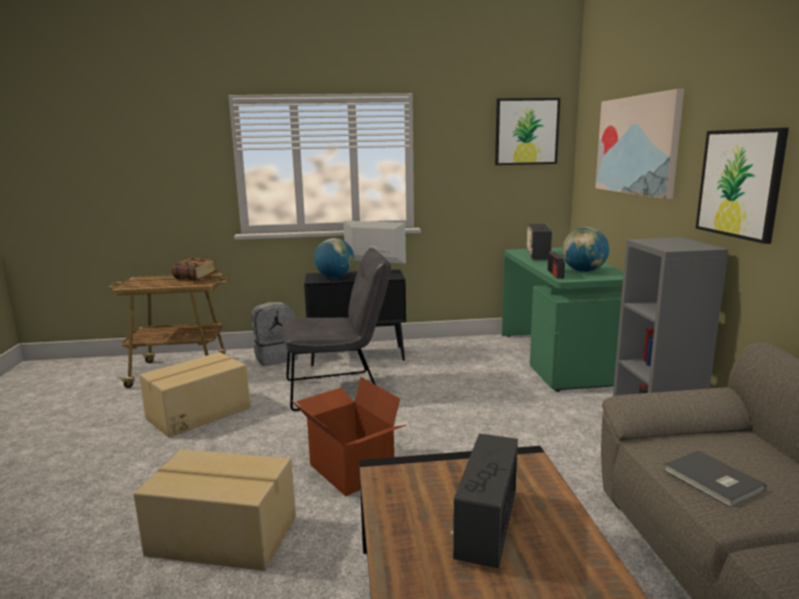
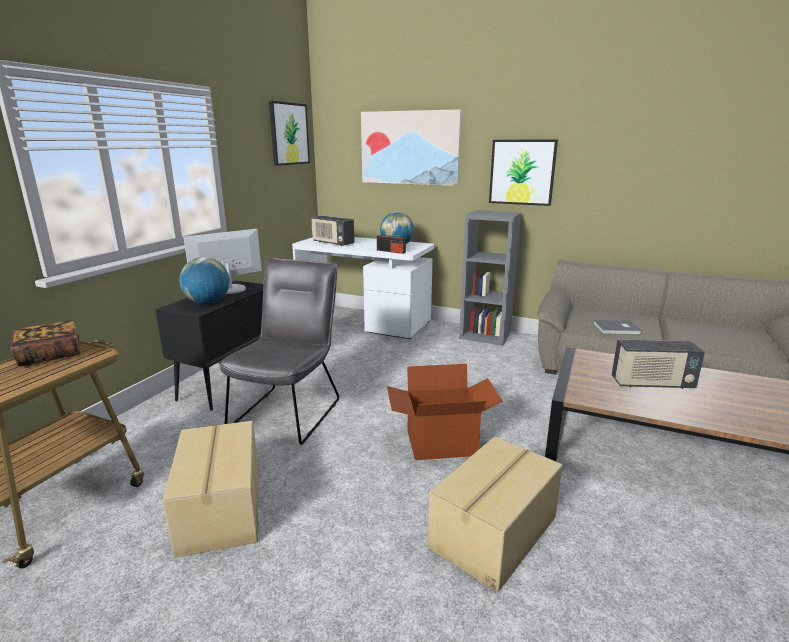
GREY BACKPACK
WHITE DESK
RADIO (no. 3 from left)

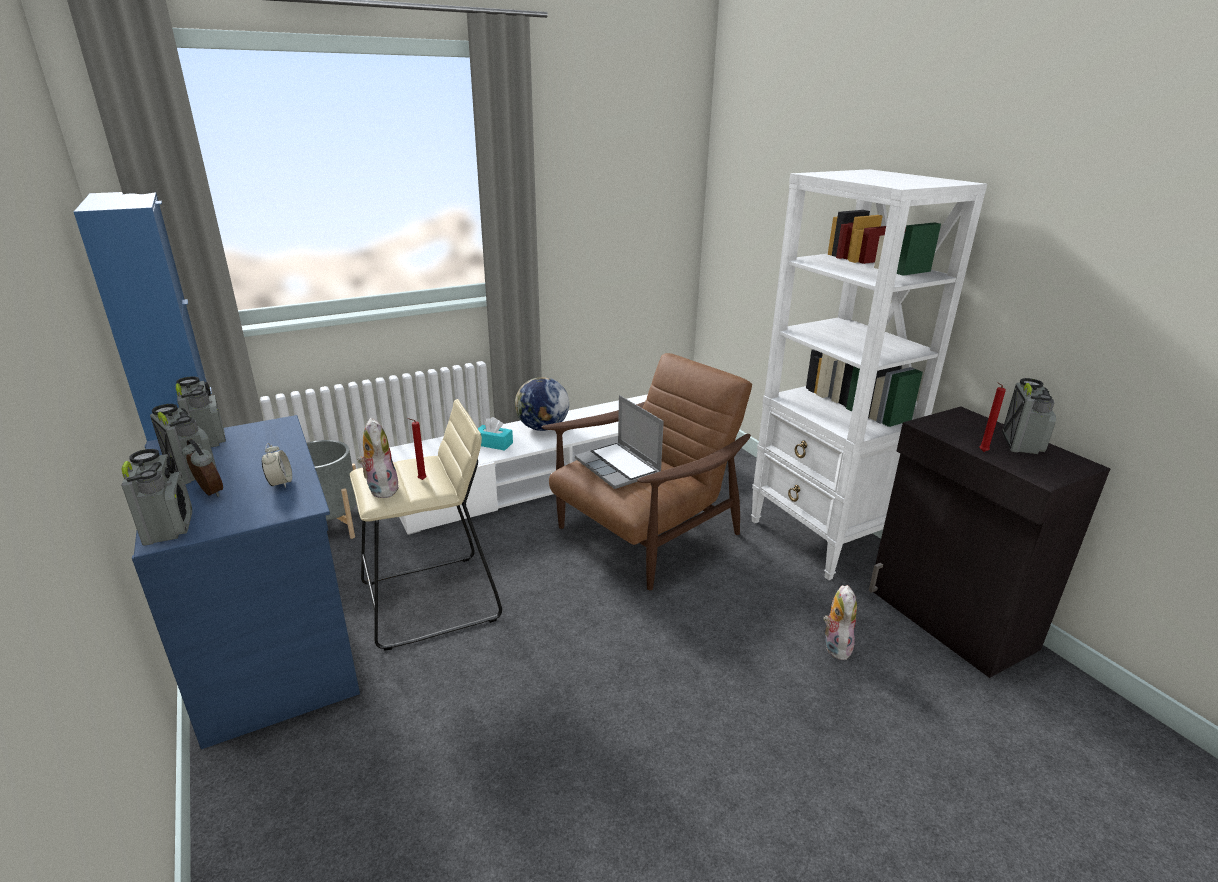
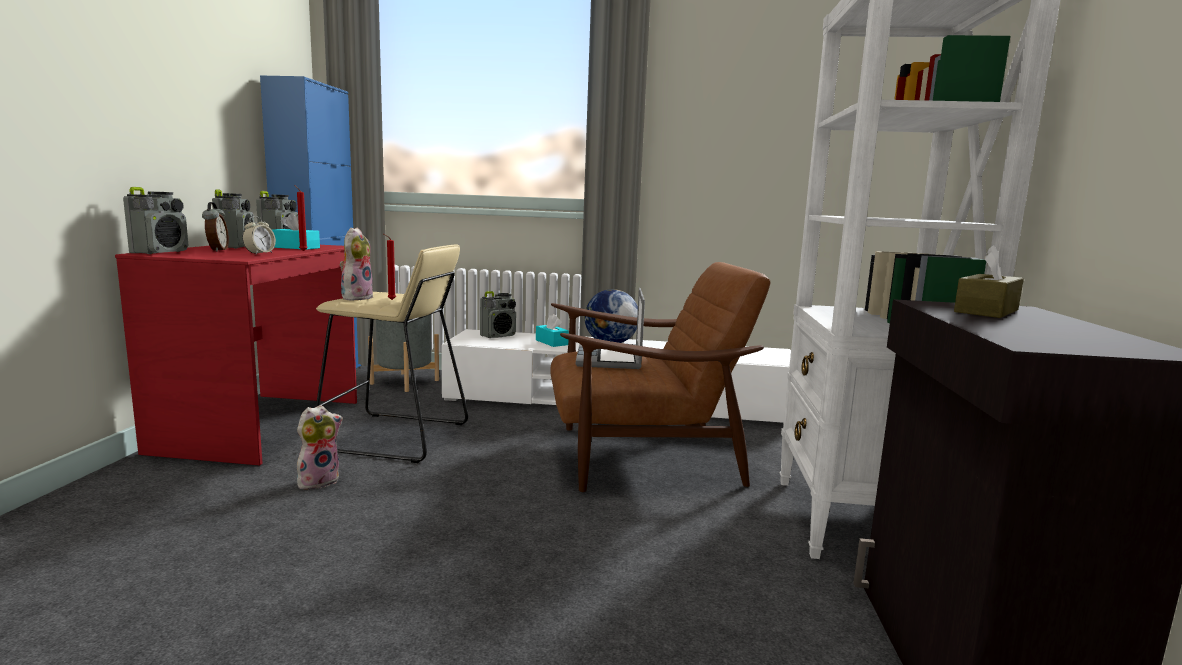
TURQUOISE TISSUE BOX (no. 1 from left)
BROWN TISSUE BOX
PLUSH TOY (no. 1 from left)
RED CANDLE (no. 1 from left)
RADIO (no. 4 from left)
RED DESK

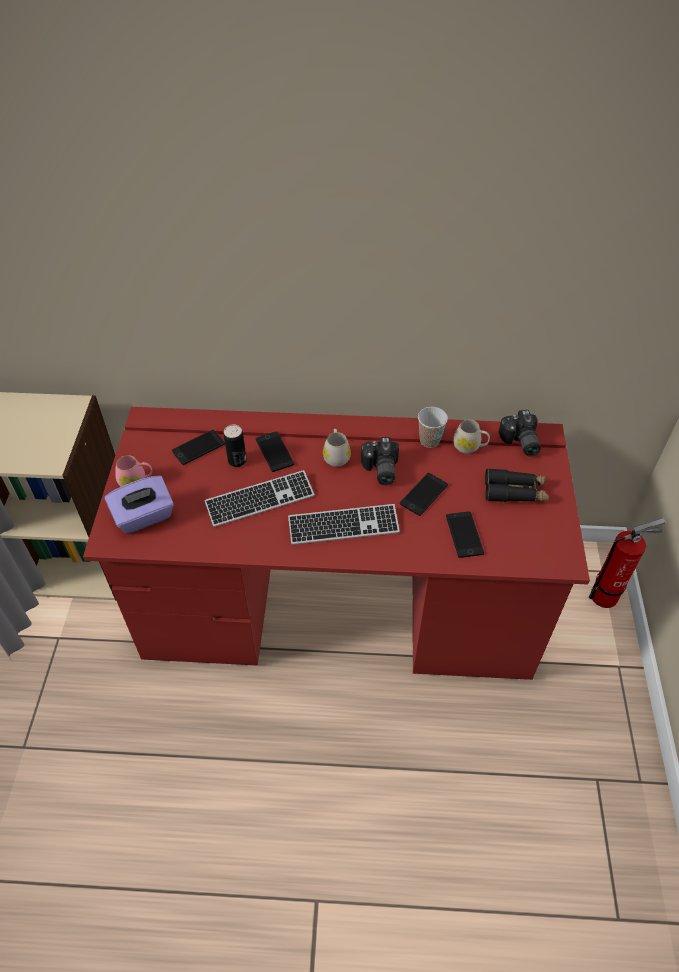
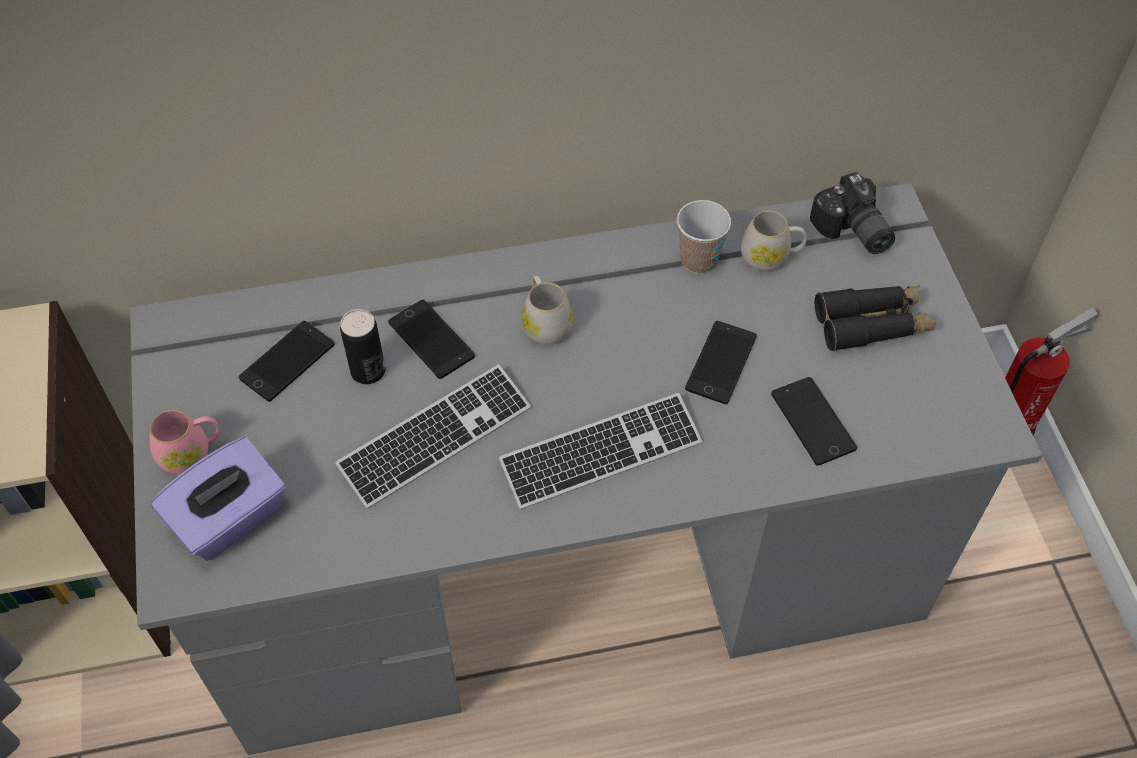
PHOTO CAMERA (no. 1 from left in the first image)
GREY DESK

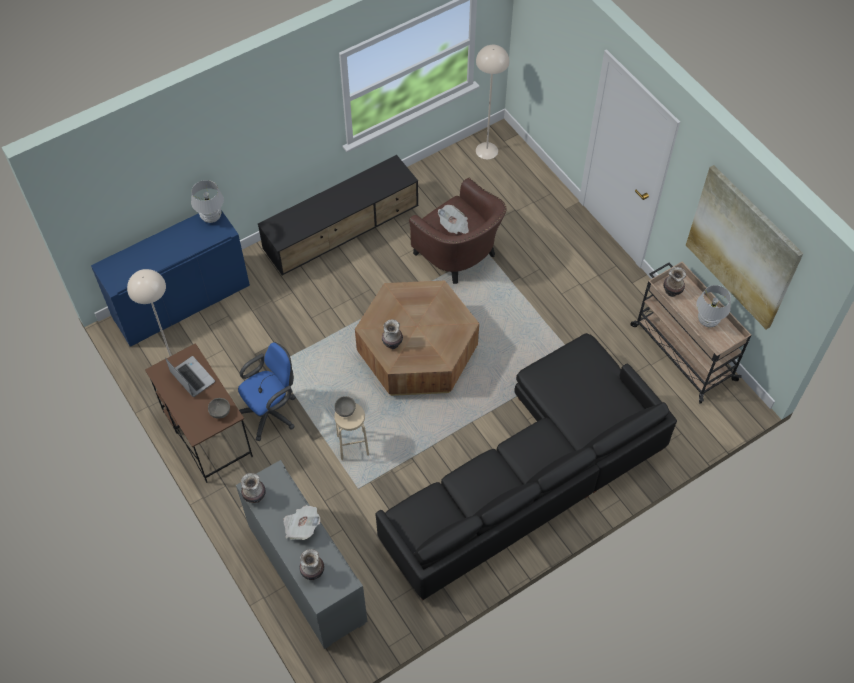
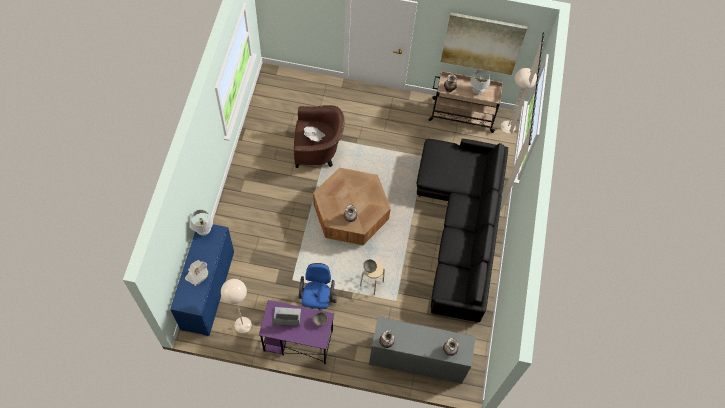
BLACK TV STAND
NEWSPAPER (no. 1 from left)
BEIGE FLOOR LAMP (no. 2 from left)
PURPLE DESK

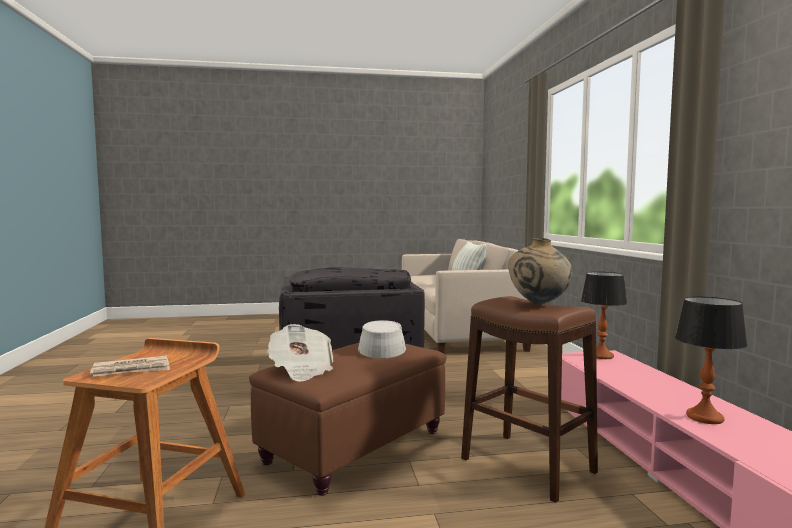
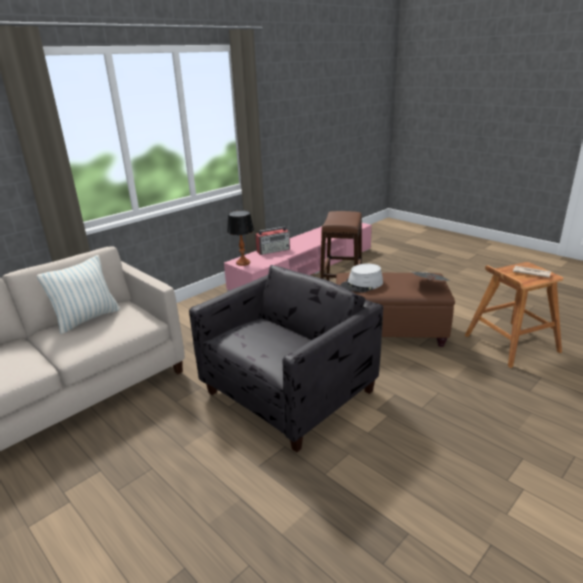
BEIGE VASE
TABLE LAMP (no. 2 from left in the first image)
RADIO

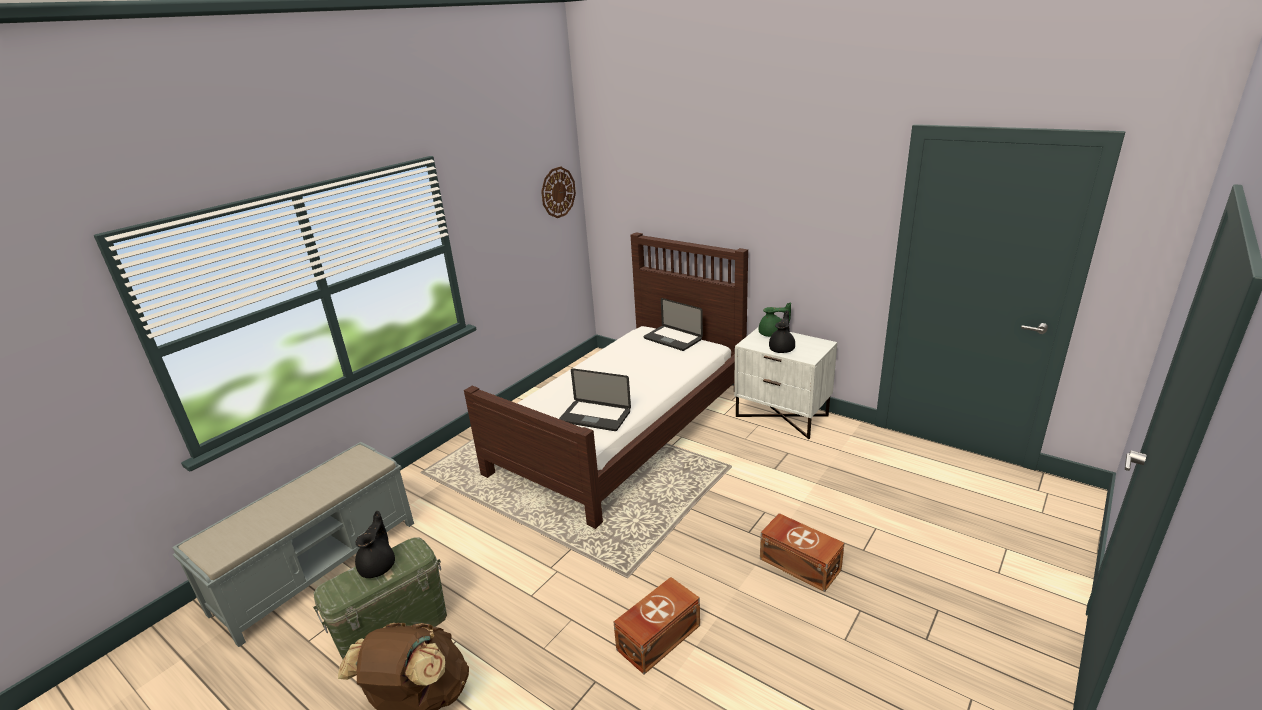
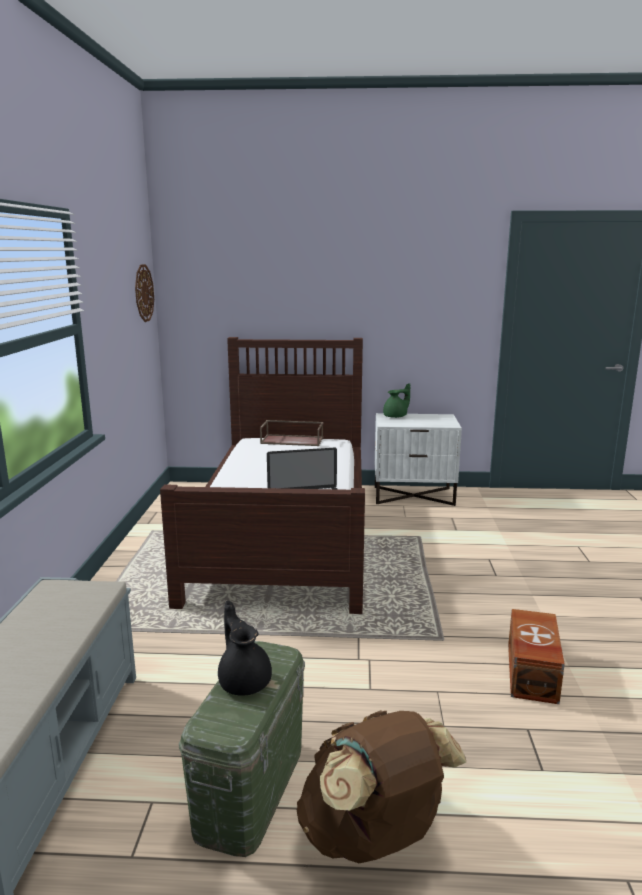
BROWN STORAGE BOX (no. 2 from left in the first image)
BLACK TEAPOT (no. 2 from left in the first image)
BROWN TRAY

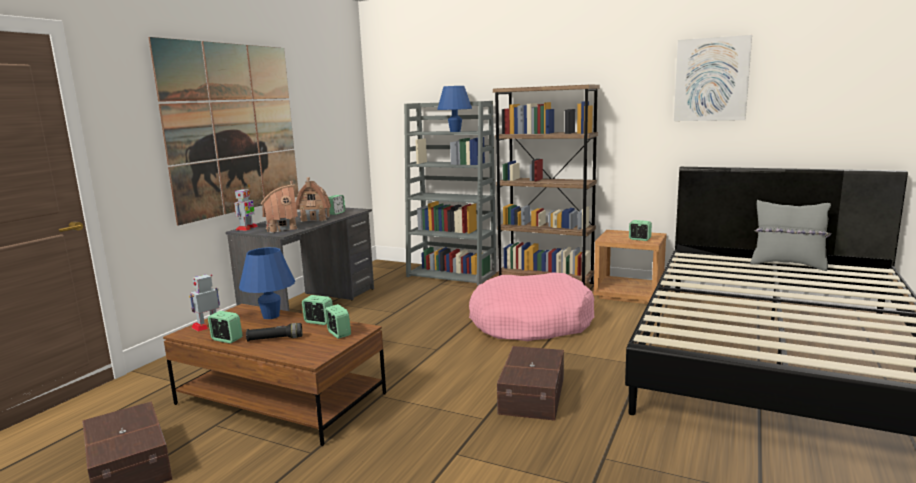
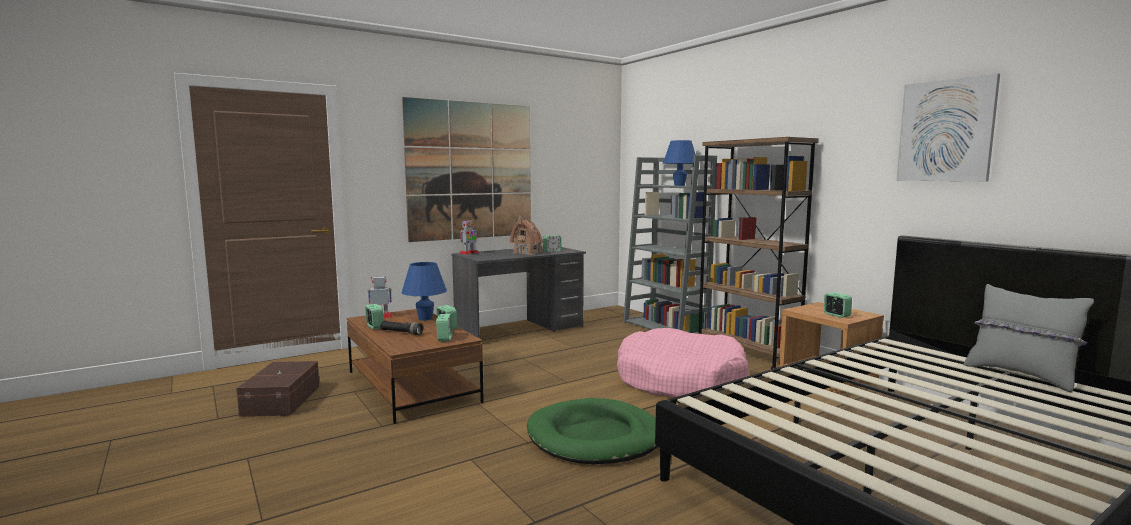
TOY HOUSE (no. 1 from left in the first image)
GREEN DOG BED

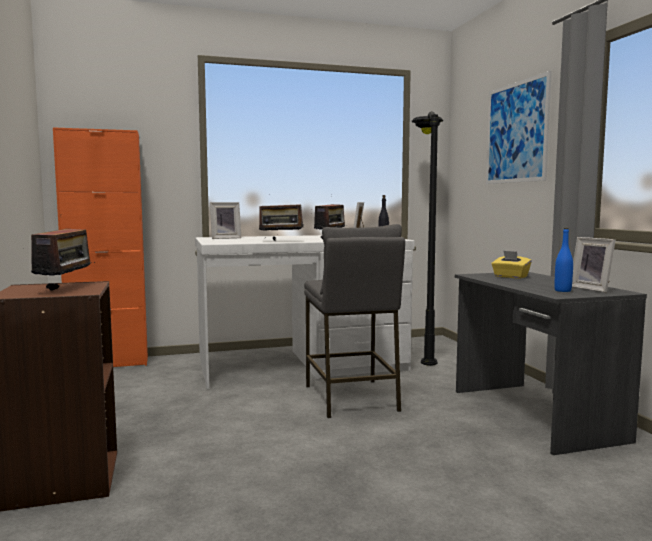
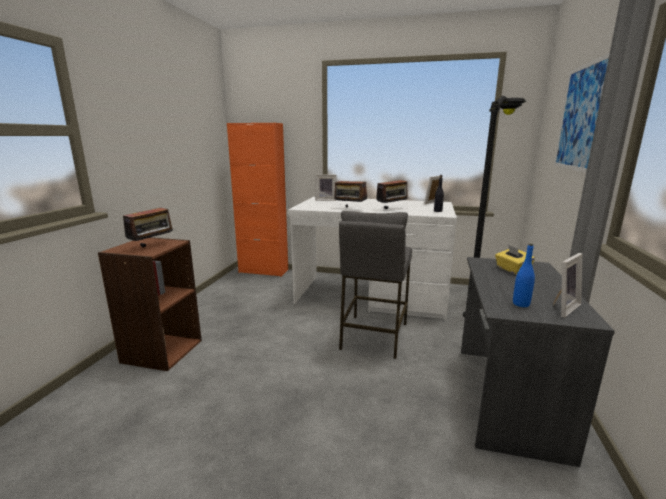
PICTURE FRAME (no. 3 from left)

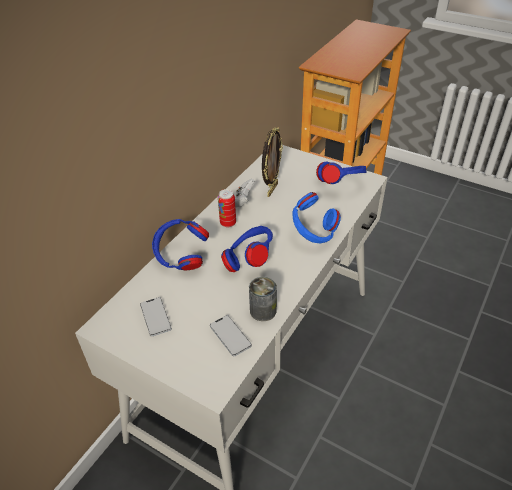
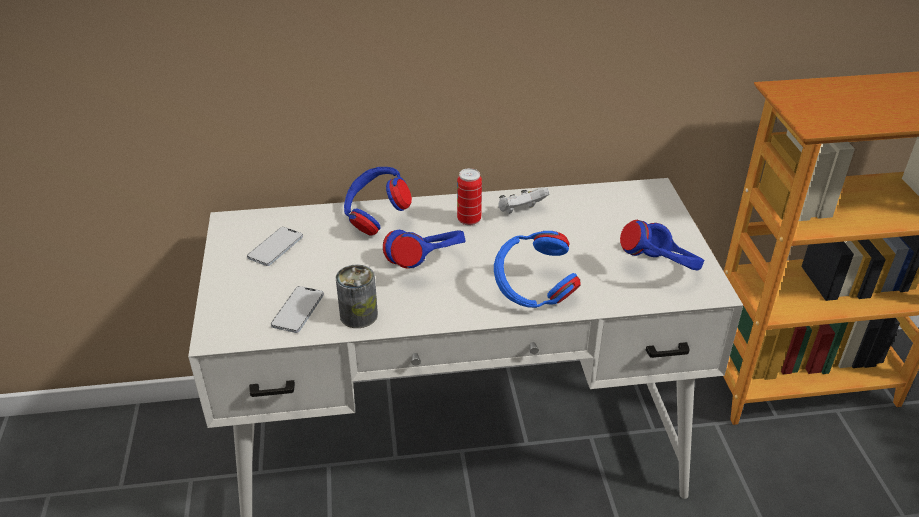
PICTURE FRAME

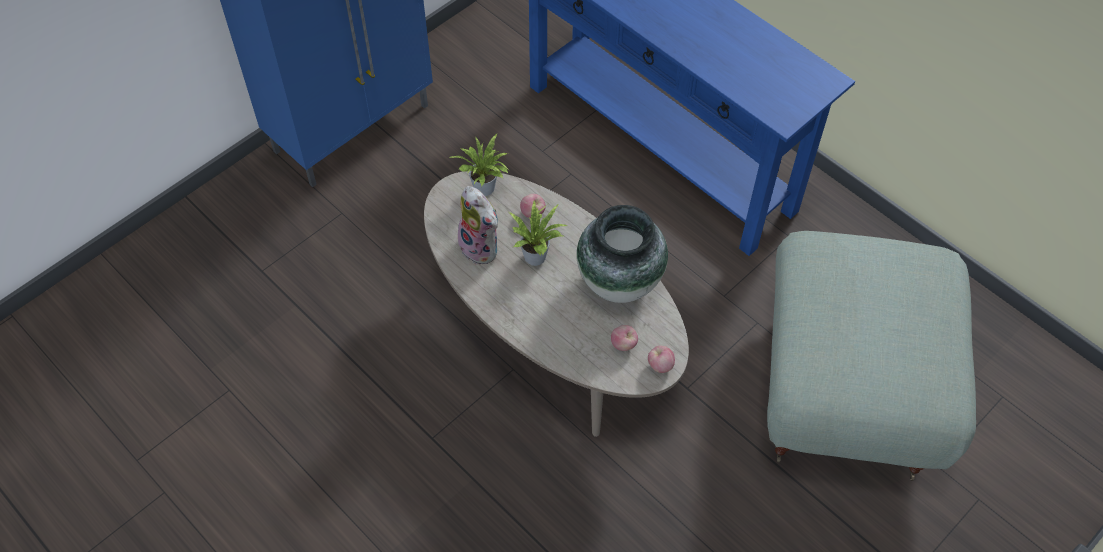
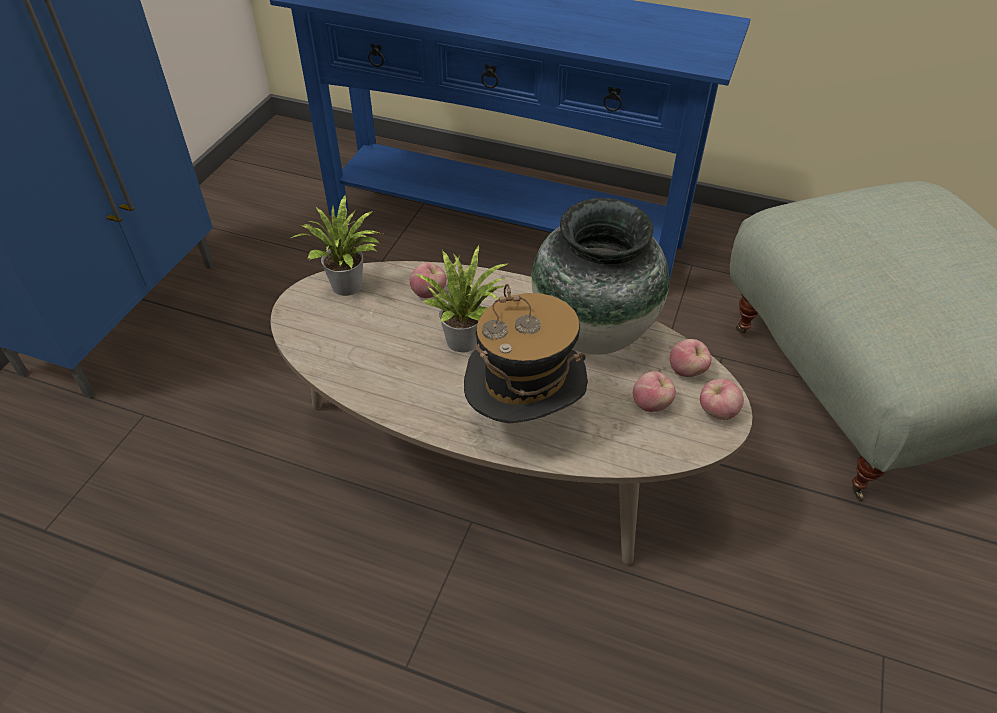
PLUSH TOY
HAT
APPLE (no. 3 from left)

